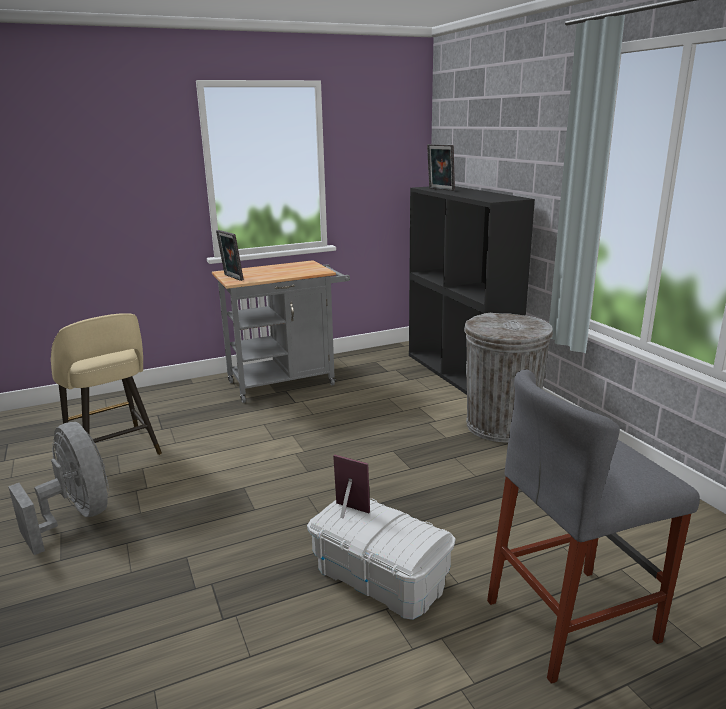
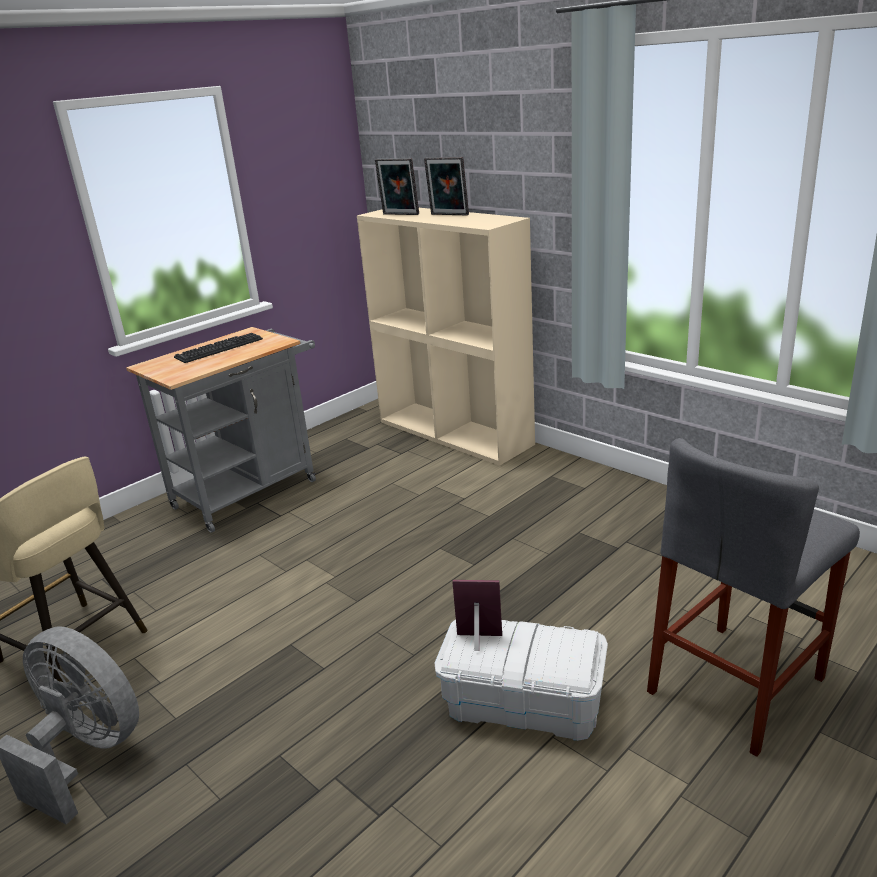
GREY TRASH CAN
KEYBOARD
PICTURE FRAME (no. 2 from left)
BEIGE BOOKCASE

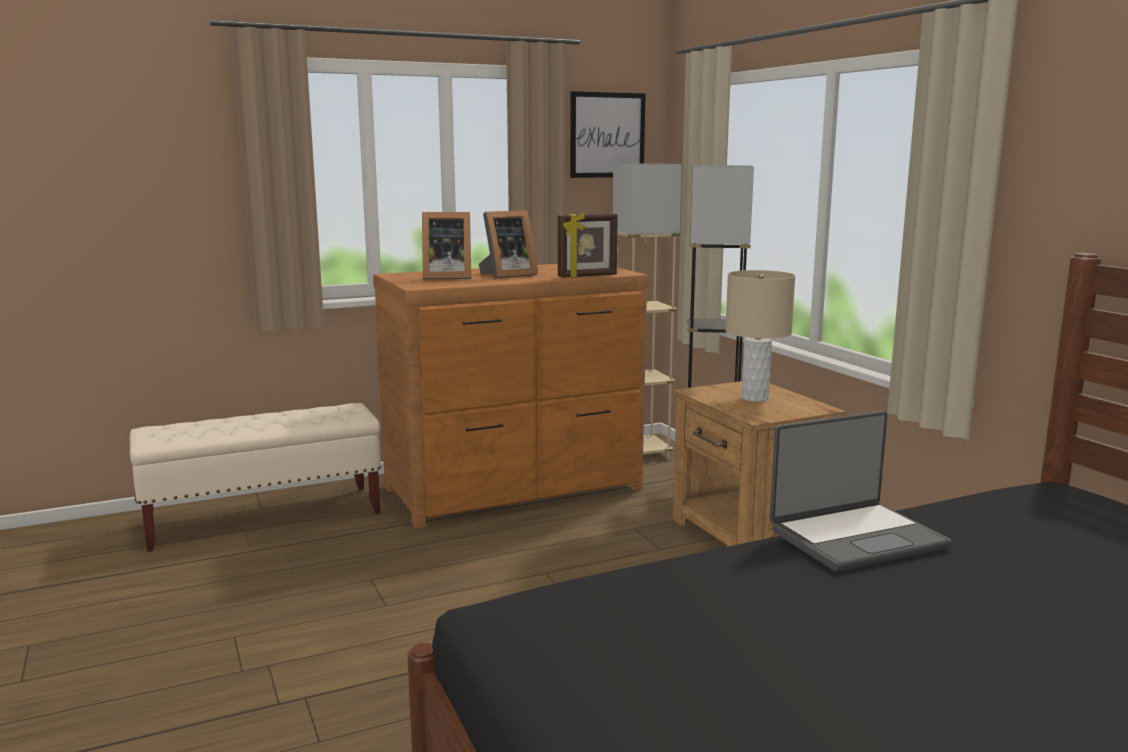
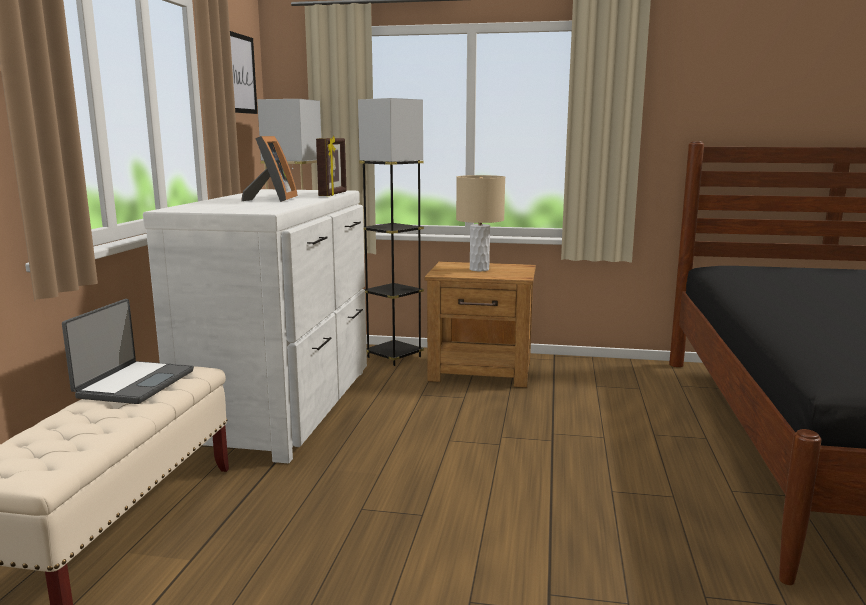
PICTURE FRAME (no. 1 from left in the first image)
LAPTOP
WHITE DRESSER

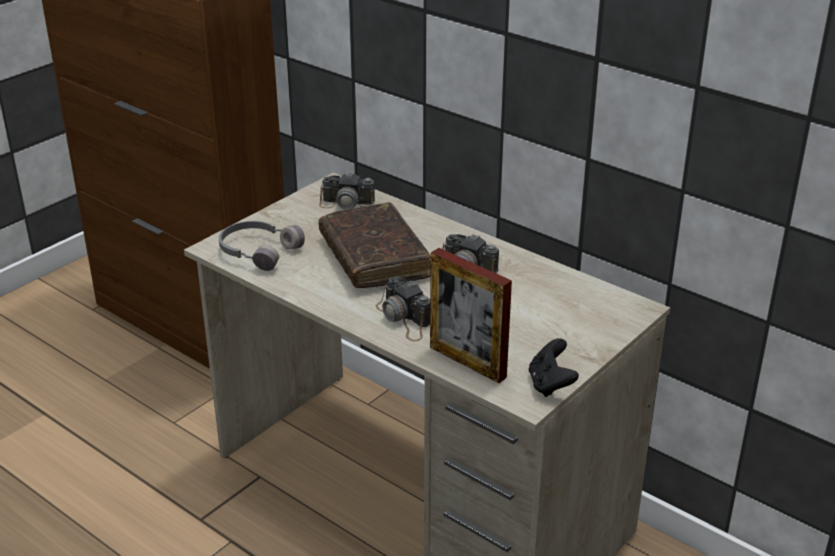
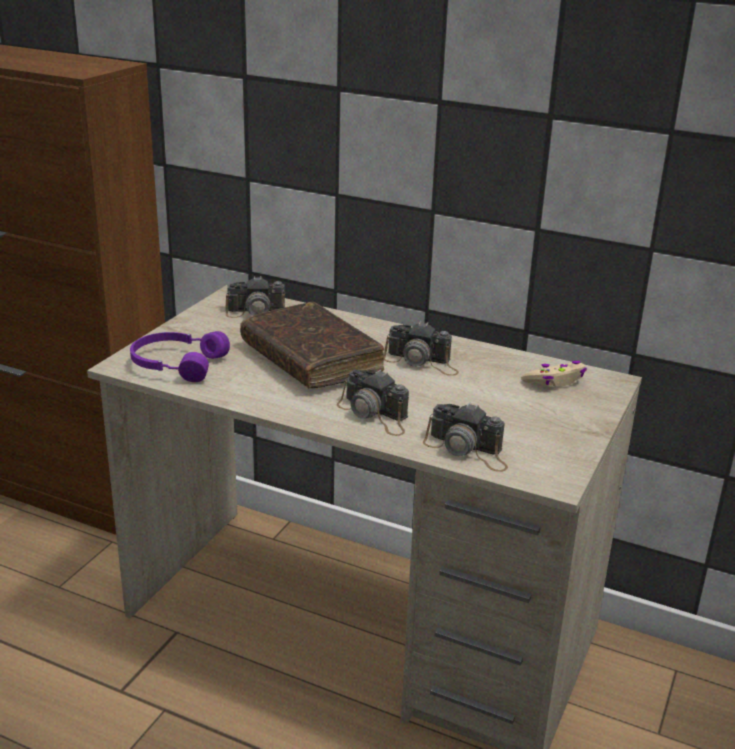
BLACK GAME CONTROLLER
BEIGE GAME CONTROLLER
PHOTO CAMERA (no. 4 from left)
PURPLE HEADPHONES

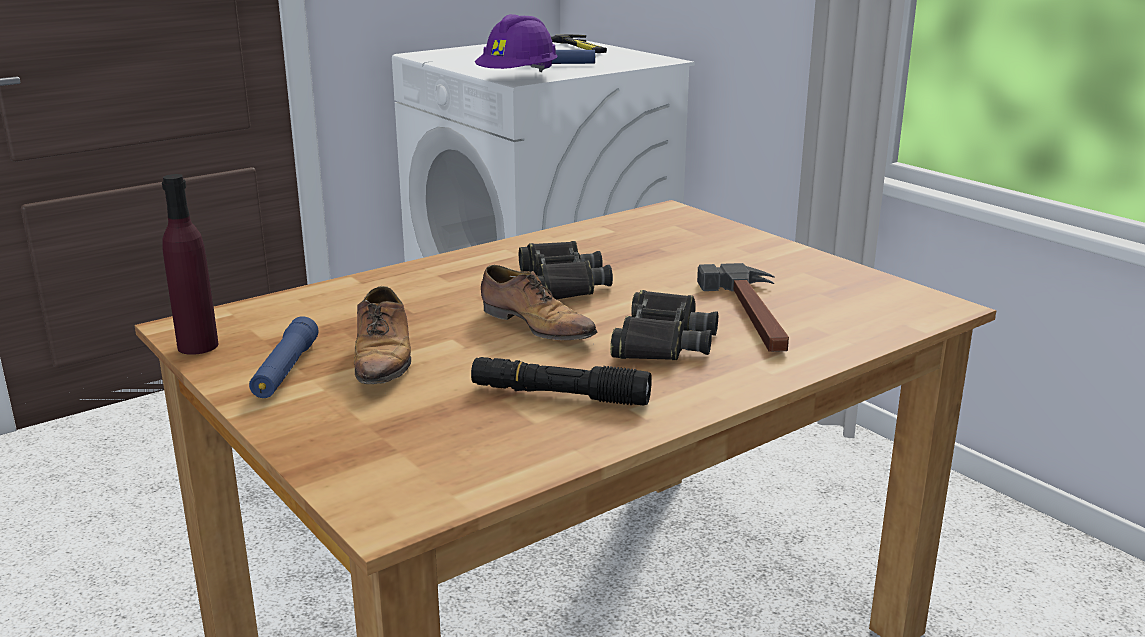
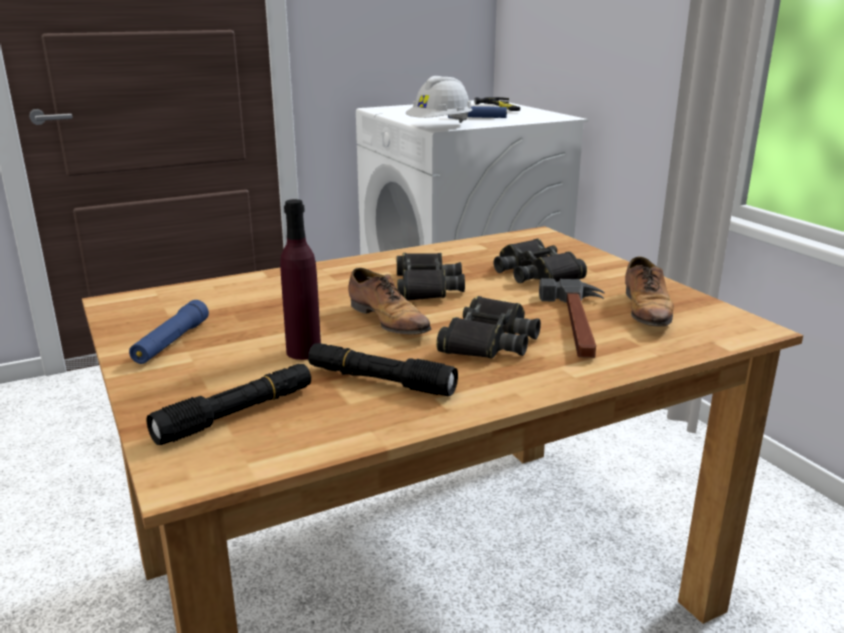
BLACK FLASHLIGHT (no. 1 from left)
BLACK BINOCULARS (no. 3 from left)
PURPLE BOTTLE
SHOE (no. 2 from left)
WHITE HARD HAT

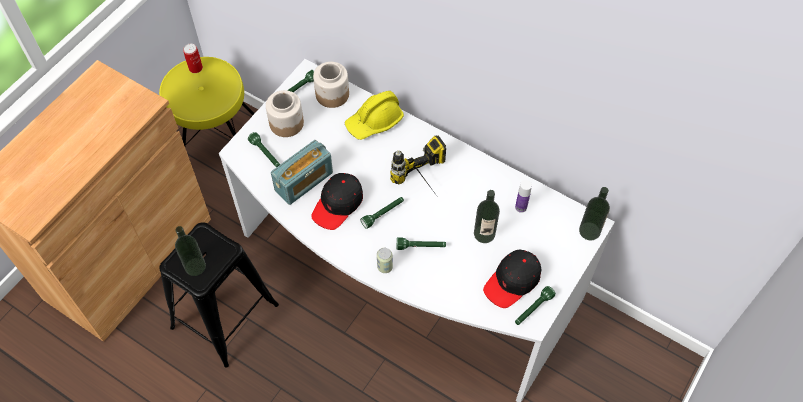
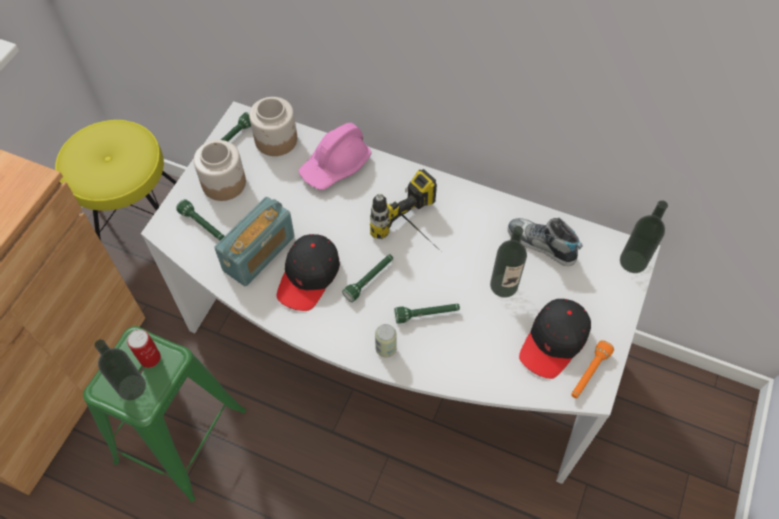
CAN (no. 1 from left)
SHOE
GREEN STOOL
PINK HARD HAT
ORANGE FLASHLIGHT

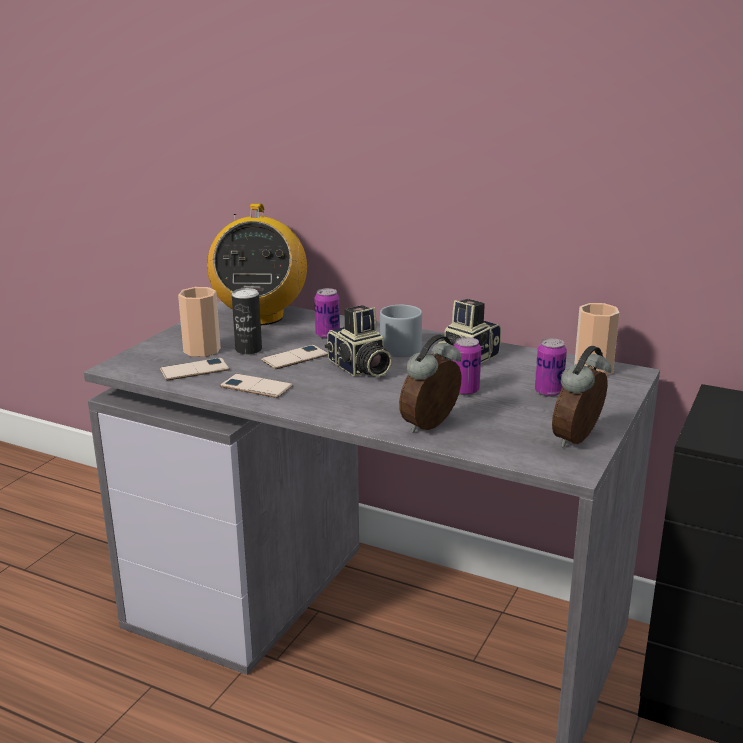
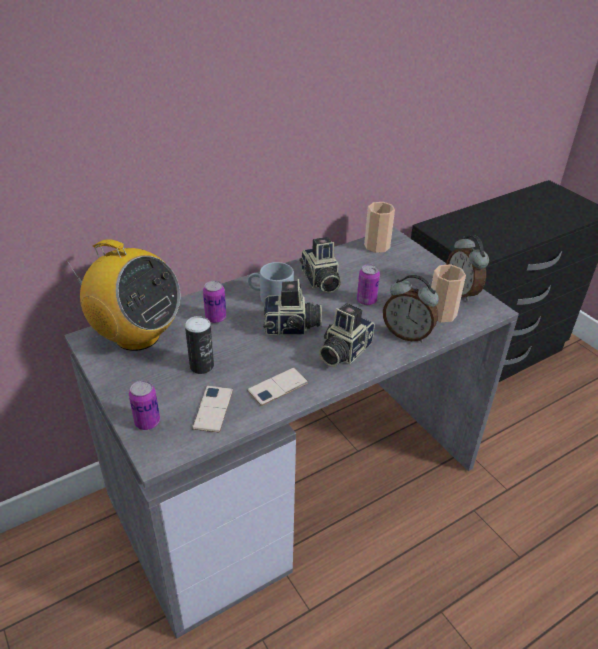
PHONE (no. 3 from left in the first image)
PHOTO CAMERA (no. 3 from left)
CUP (no. 2 from left)
CAN (no. 1 from left)
ALARM CLOCK (no. 1 from left)

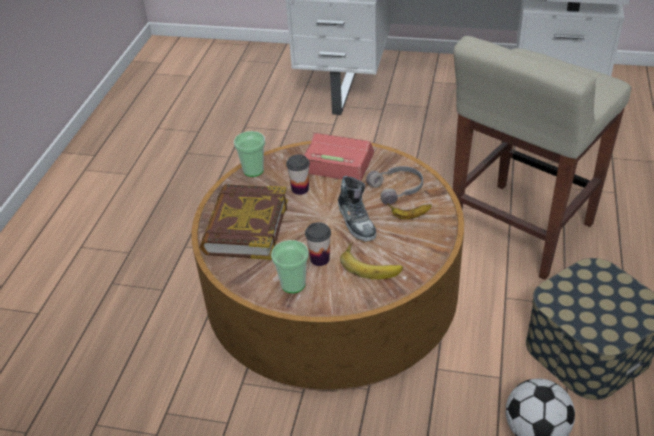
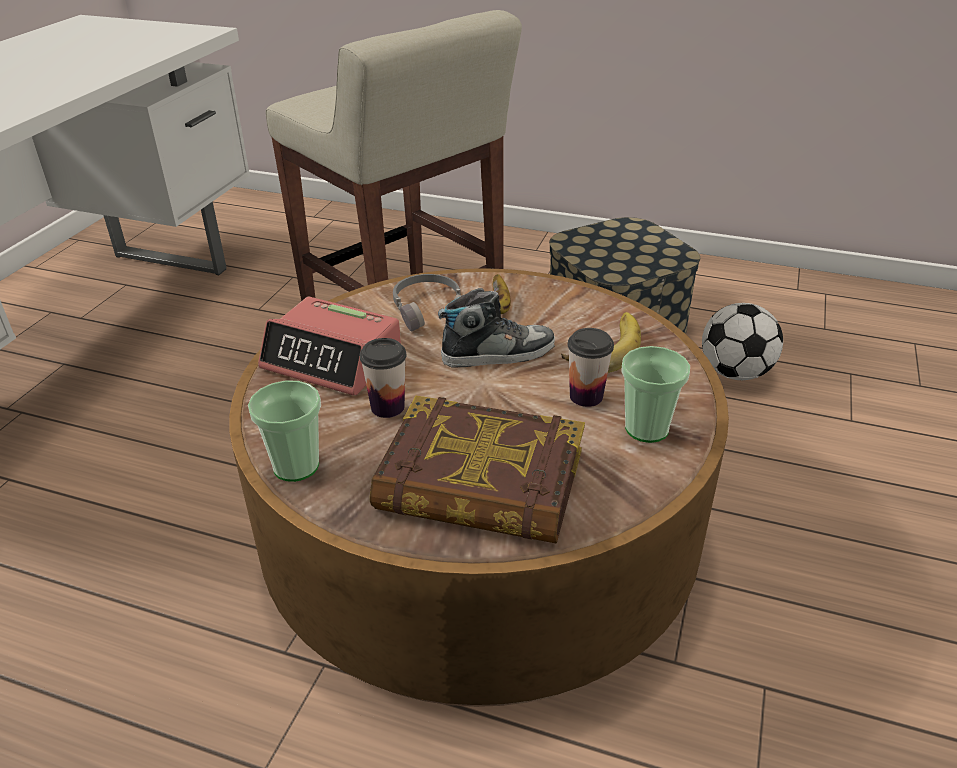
ALARM CLOCK

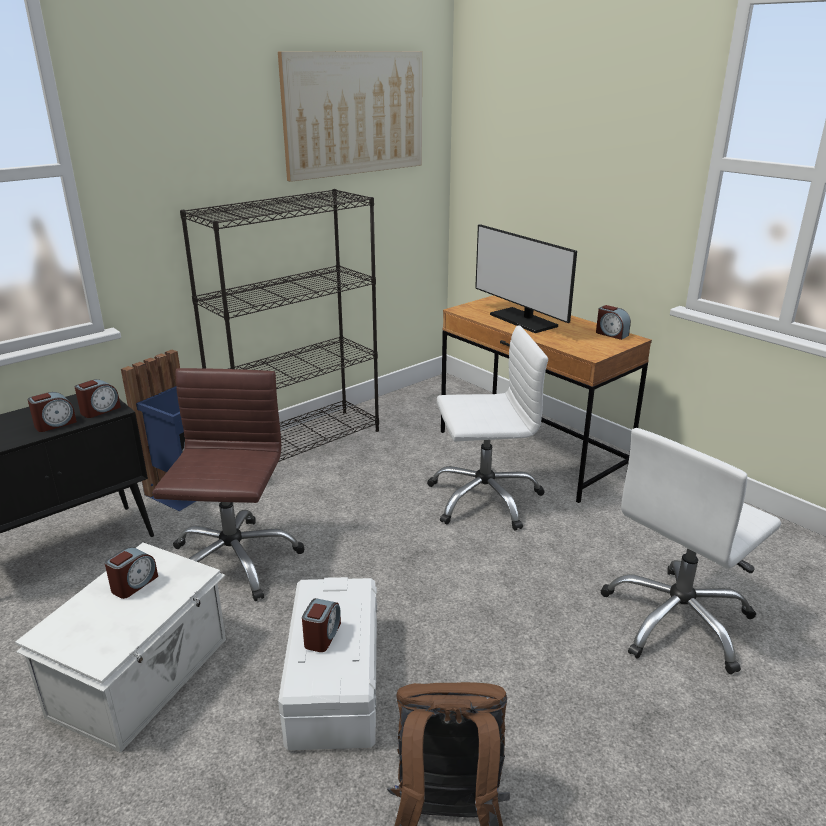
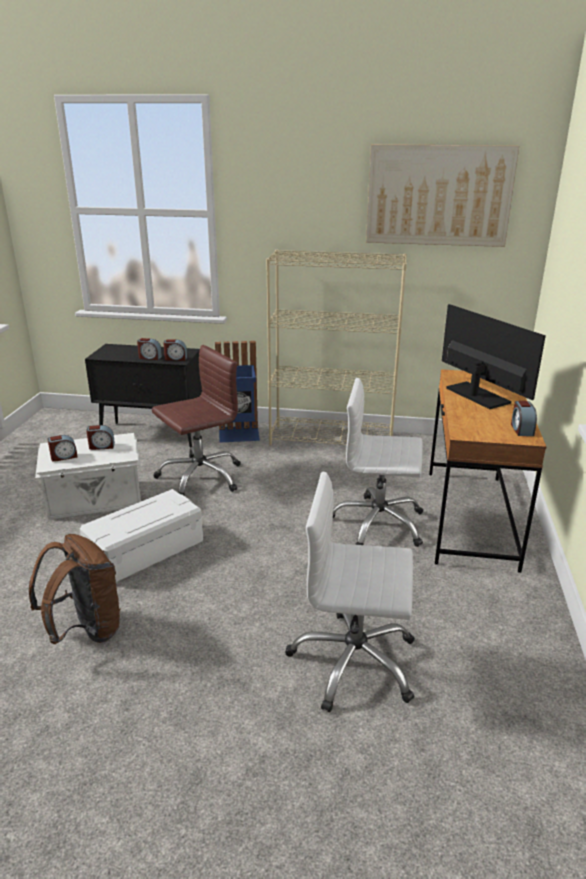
ALARM CLOCK (no. 1 from left)
BEIGE BOOKCASE
WHITE OFFICE CHAIR (no. 2 from left)
MONITOR

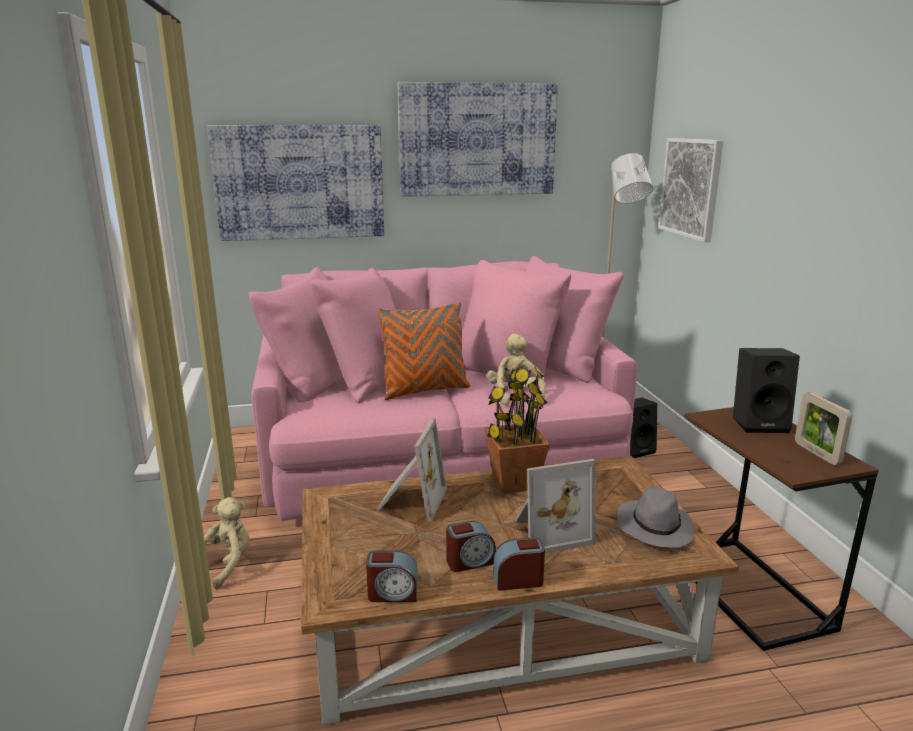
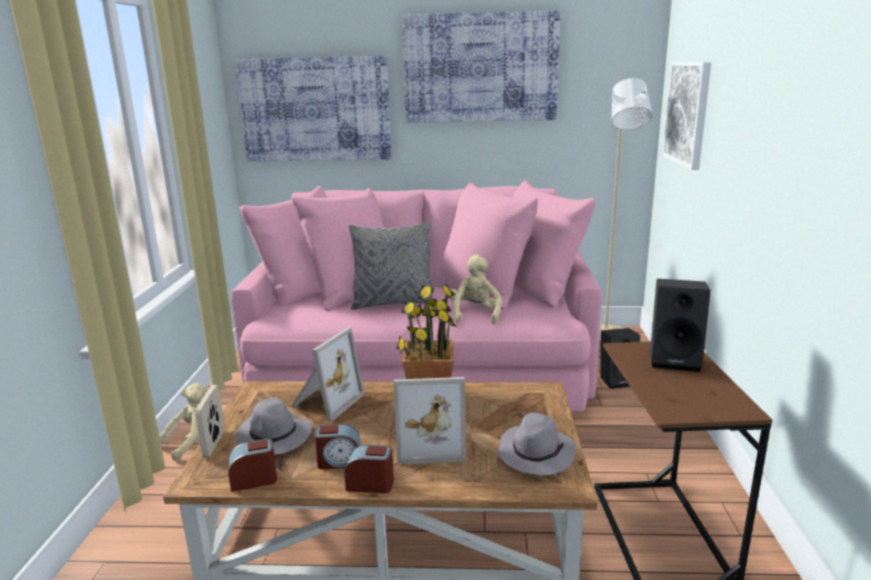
GREY HAT (no. 1 from left)
PICTURE FRAME (no. 1 from left)
GREY PILLOW
ALARM CLOCK (no. 1 from left)

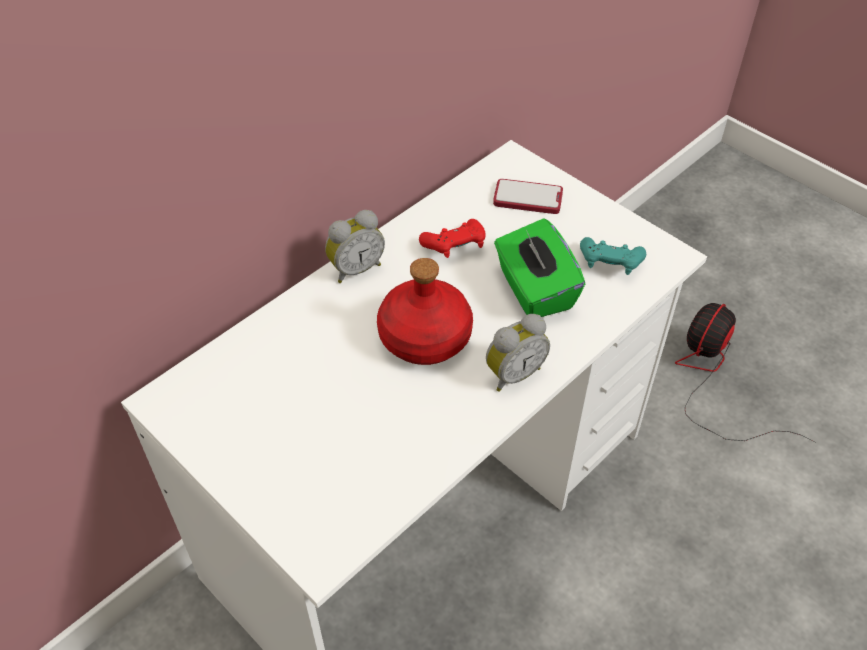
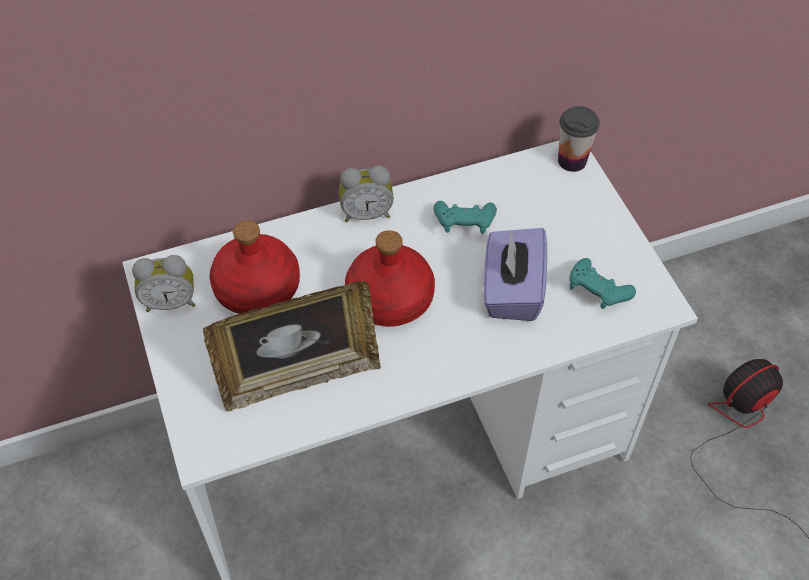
PHONE
PICTURE FRAME
RED BOTTLE (no. 1 from left)
CUP
ALARM CLOCK (no. 1 from left)
TURQUOISE GAME CONTROLLER (no. 1 from left)
PURPLE TISSUE BOX

